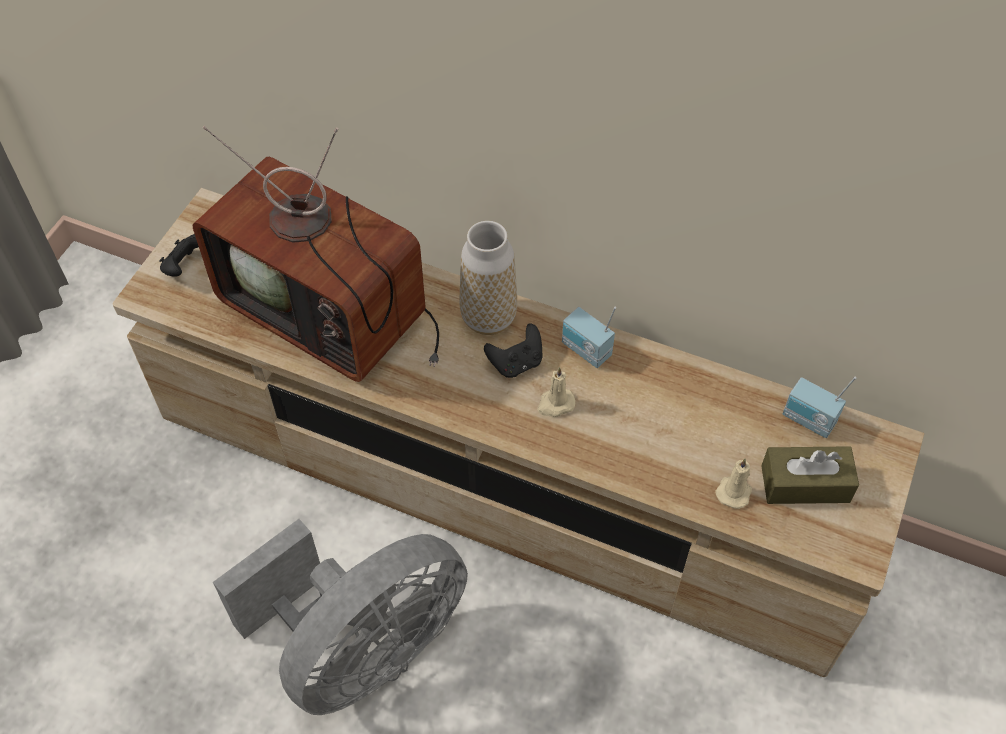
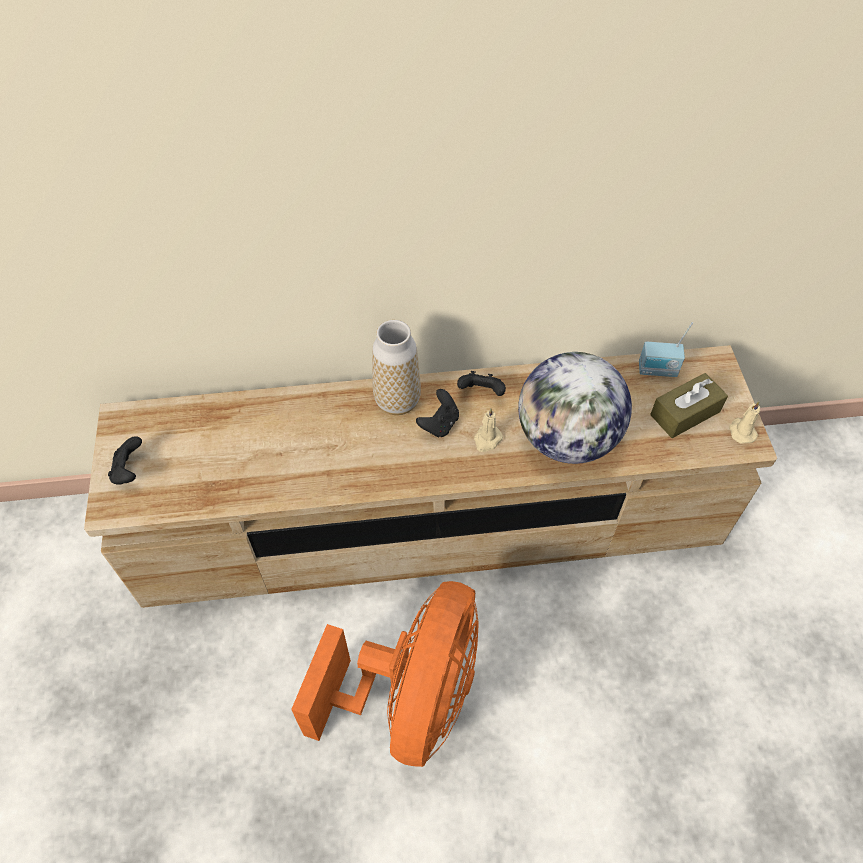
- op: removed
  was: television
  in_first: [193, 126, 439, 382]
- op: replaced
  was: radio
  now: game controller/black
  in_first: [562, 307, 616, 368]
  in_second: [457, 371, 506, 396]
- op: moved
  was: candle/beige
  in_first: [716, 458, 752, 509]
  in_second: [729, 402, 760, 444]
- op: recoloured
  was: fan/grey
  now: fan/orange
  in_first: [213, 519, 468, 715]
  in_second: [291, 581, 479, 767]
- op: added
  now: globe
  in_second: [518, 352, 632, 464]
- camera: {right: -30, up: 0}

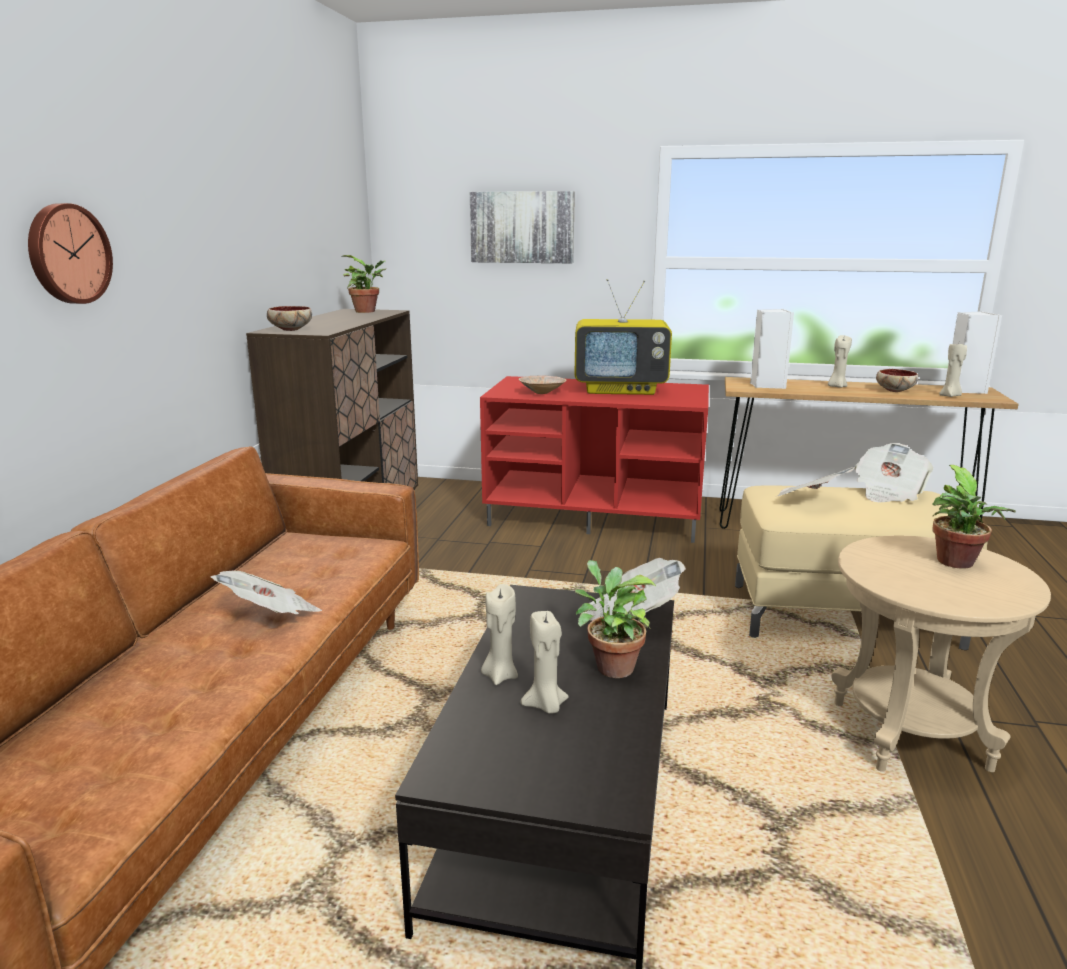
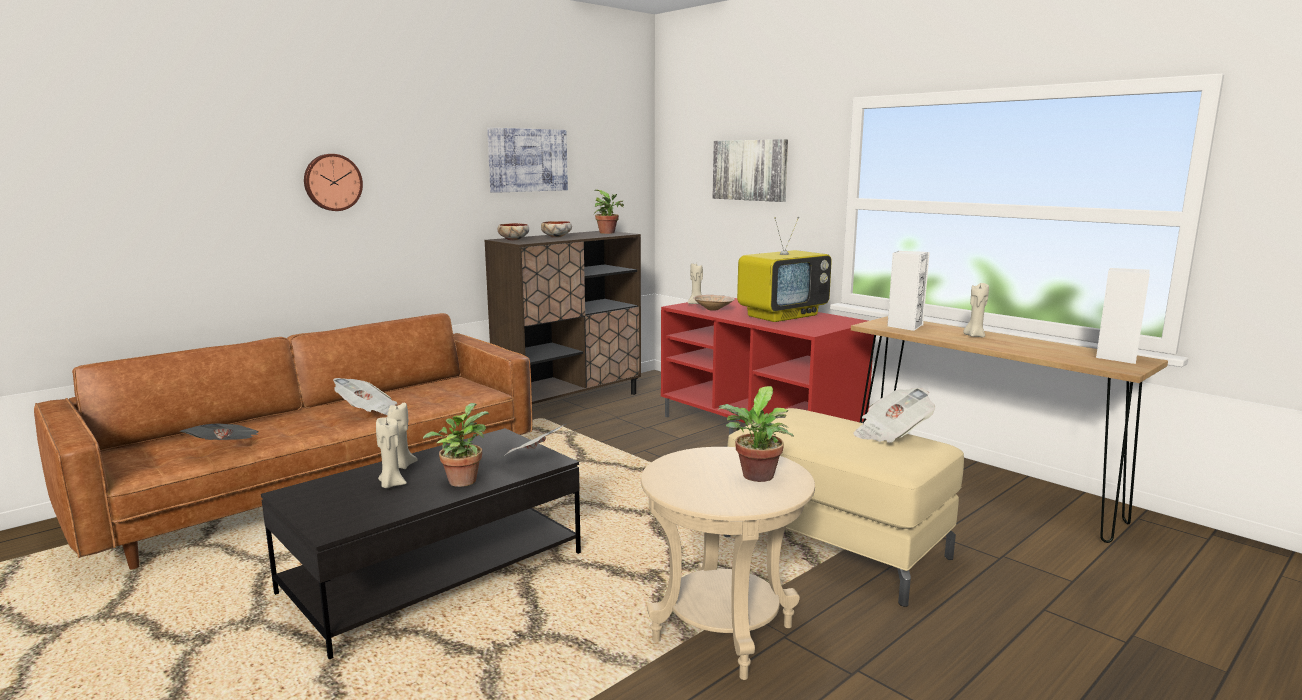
- op: turned
  was: television
  in_first: [575, 279, 672, 395]
  in_second: [737, 217, 832, 322]
  clockwise: -75
- op: moved
  was: candle/beige
  in_first: [939, 344, 967, 397]
  in_second: [688, 264, 703, 304]
- op: moved
  was: bowl
  in_first: [876, 369, 918, 392]
  in_second: [541, 221, 572, 238]
- op: moved
  was: newspaper
  in_first: [777, 467, 855, 496]
  in_second: [179, 424, 259, 440]
- op: added
  now: picture
  in_second: [487, 128, 568, 193]
- camera: {right: 35, up: -5}

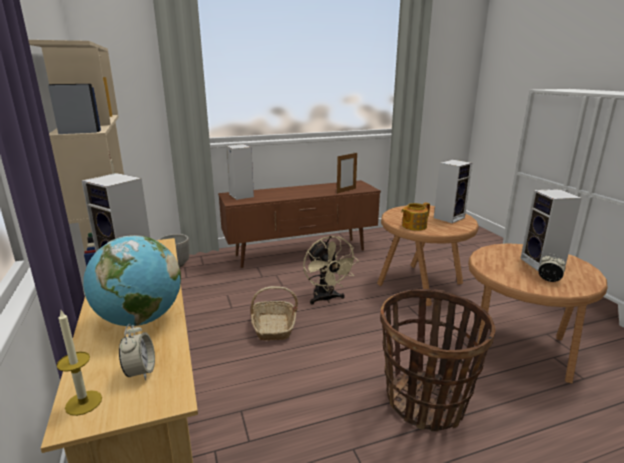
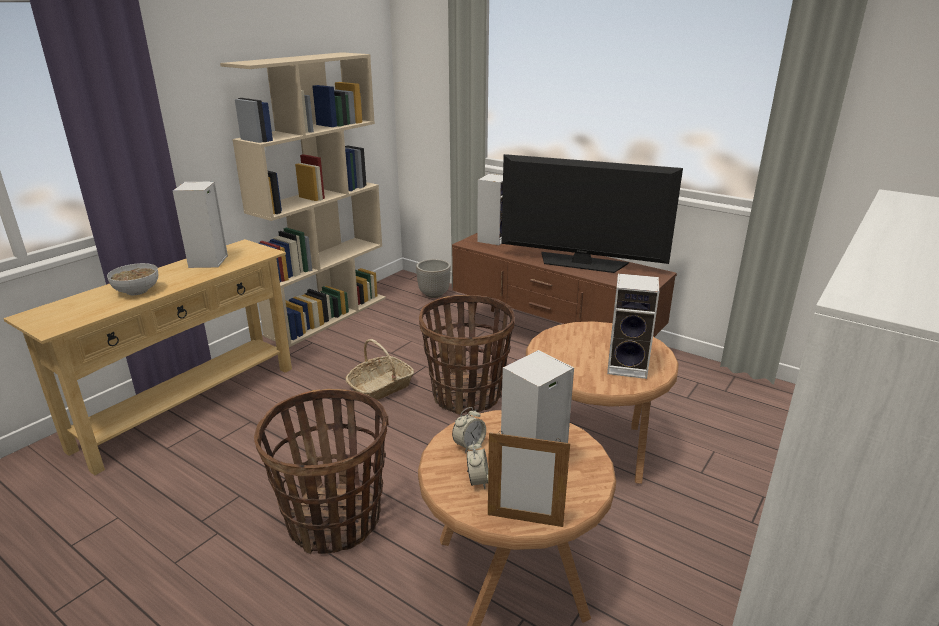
- op: moved
  was: picture frame
  in_first: [337, 153, 357, 194]
  in_second: [488, 431, 570, 527]
- op: removed
  was: teapot
  in_first: [401, 203, 430, 231]
- op: replaced
  was: globe
  now: bowl
  in_first: [83, 235, 181, 326]
  in_second: [107, 263, 158, 295]
- op: replaced
  was: fan/beige
  now: basket
  in_first: [303, 236, 358, 305]
  in_second: [419, 295, 515, 415]
- op: removed
  was: candle
  in_first: [57, 311, 102, 416]
- op: moved
  was: alarm clock
  in_first: [119, 324, 155, 380]
  in_second: [452, 407, 486, 453]
- op: added
  now: television
  in_second: [501, 154, 683, 273]
- camera: {right: 55, up: 5}

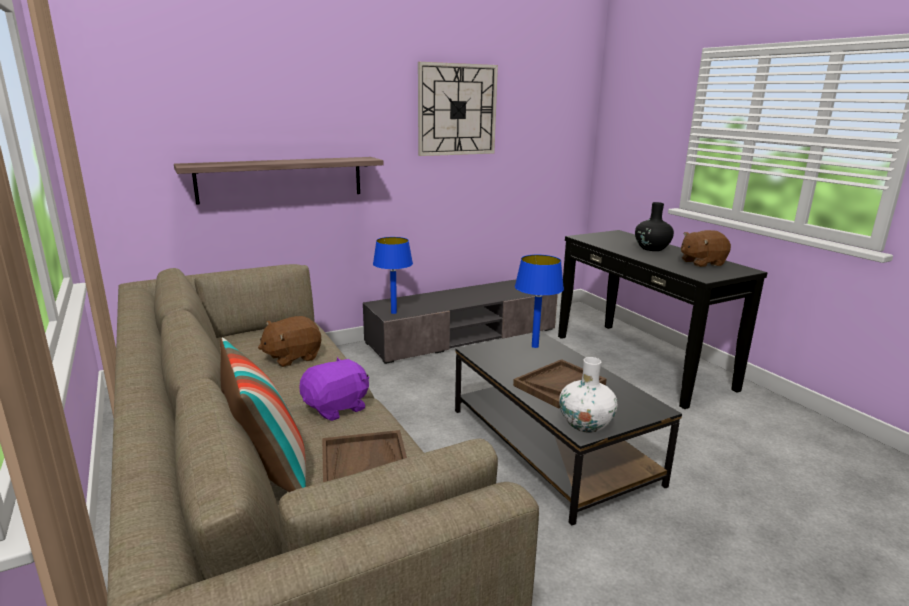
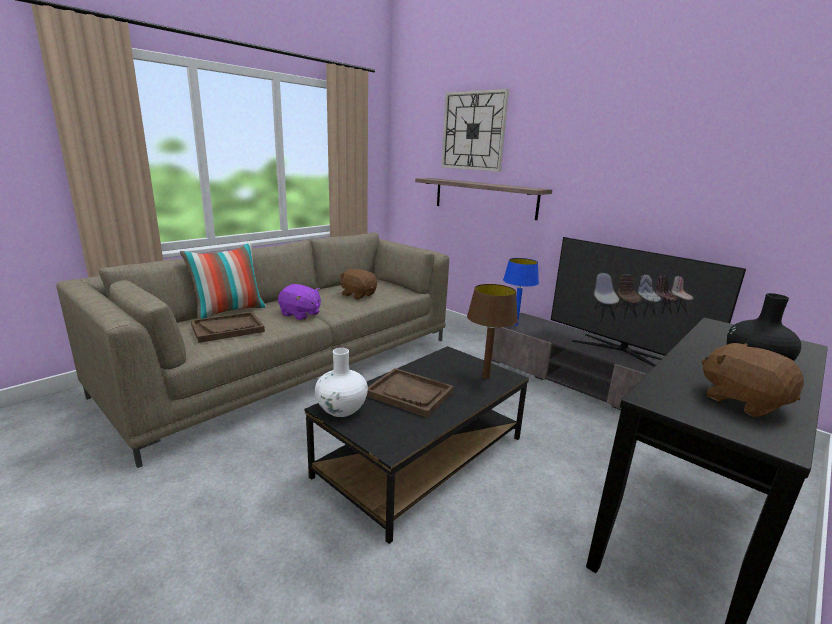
- op: moved
  was: wall clock
  in_first: [418, 62, 498, 156]
  in_second: [441, 89, 509, 172]
- op: recoloured
  was: table lamp/blue
  now: table lamp/brown
  in_first: [515, 255, 564, 348]
  in_second: [467, 284, 518, 379]
- op: added
  now: television
  in_second: [551, 237, 746, 367]
- camera: {right: 70, up: 0}

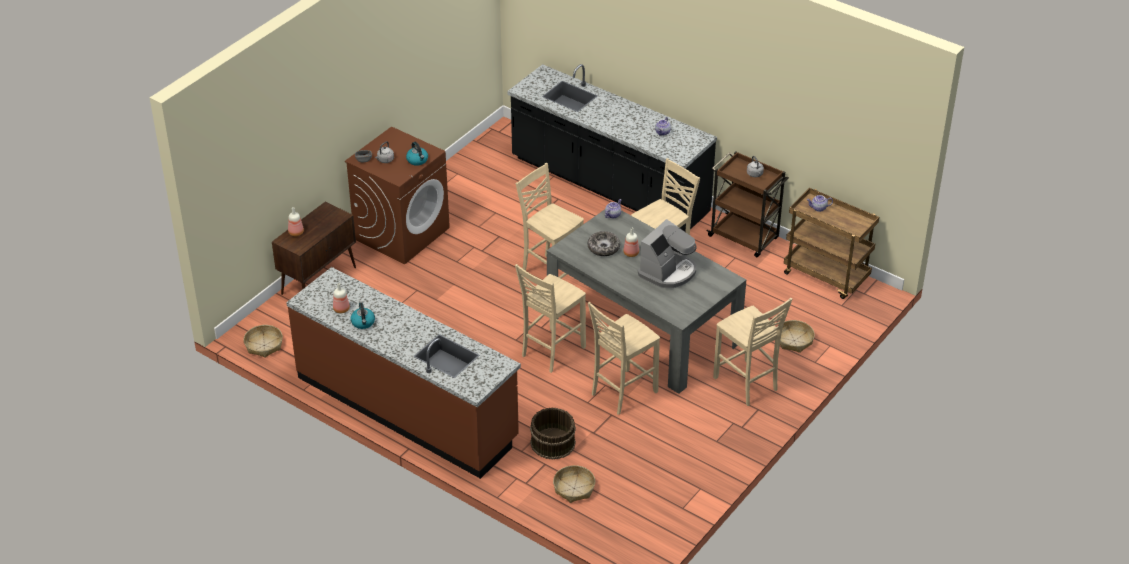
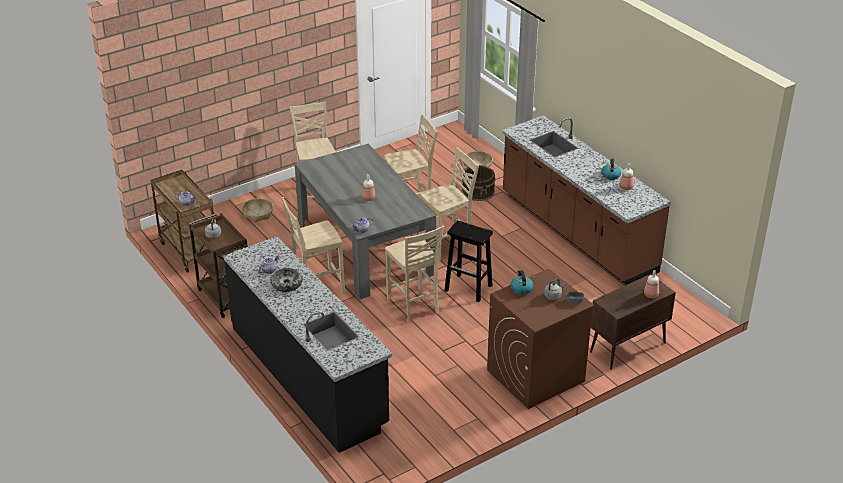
- op: removed
  was: coffee machine
  in_first: [638, 219, 697, 288]
- op: moved
  was: bowl
  in_first: [587, 231, 620, 256]
  in_second: [271, 268, 303, 292]
- op: removed
  was: basket
  in_first: [243, 325, 283, 358]
- op: added
  now: stool/black
  in_second: [445, 220, 493, 302]
- camera: {right: -160, up: -5}

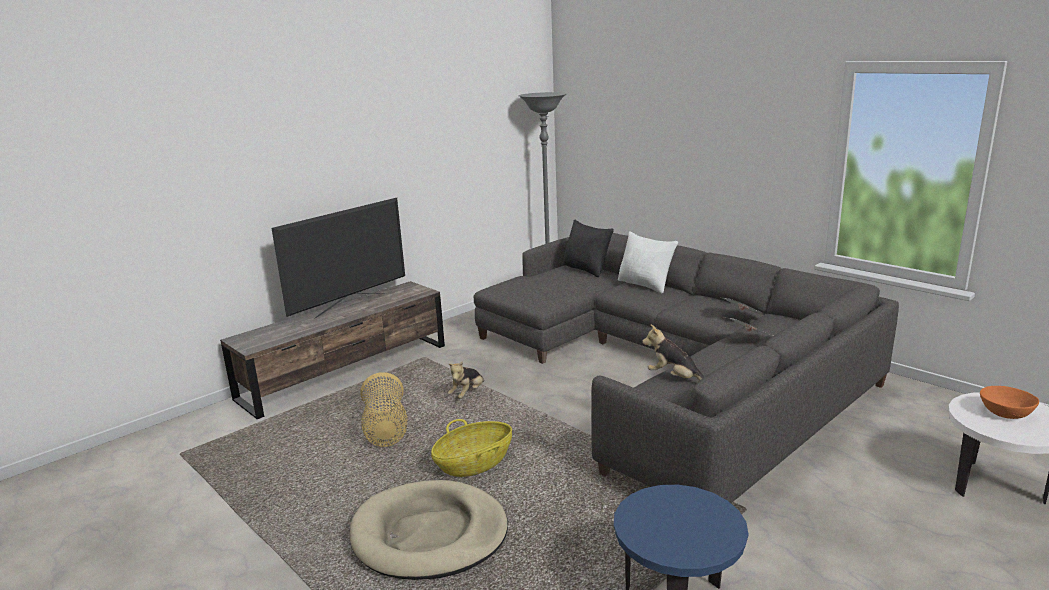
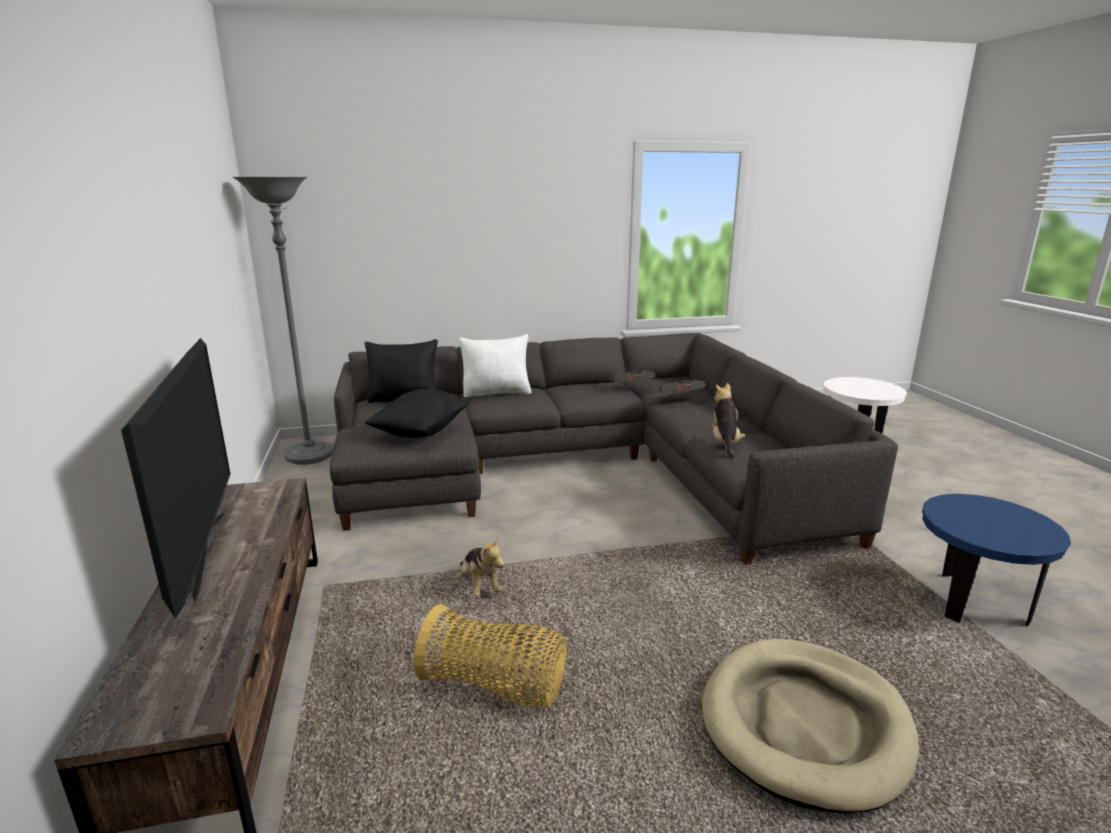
- op: turned
  was: plush toy
  in_first: [642, 324, 704, 381]
  in_second: [713, 383, 746, 459]
  clockwise: 120
- op: removed
  was: bowl/orange
  in_first: [980, 386, 1039, 419]
- op: removed
  was: basket
  in_first: [431, 419, 512, 477]
- op: added
  now: pillow/black
  in_second: [364, 389, 469, 438]
- camera: {right: -60, up: 0}

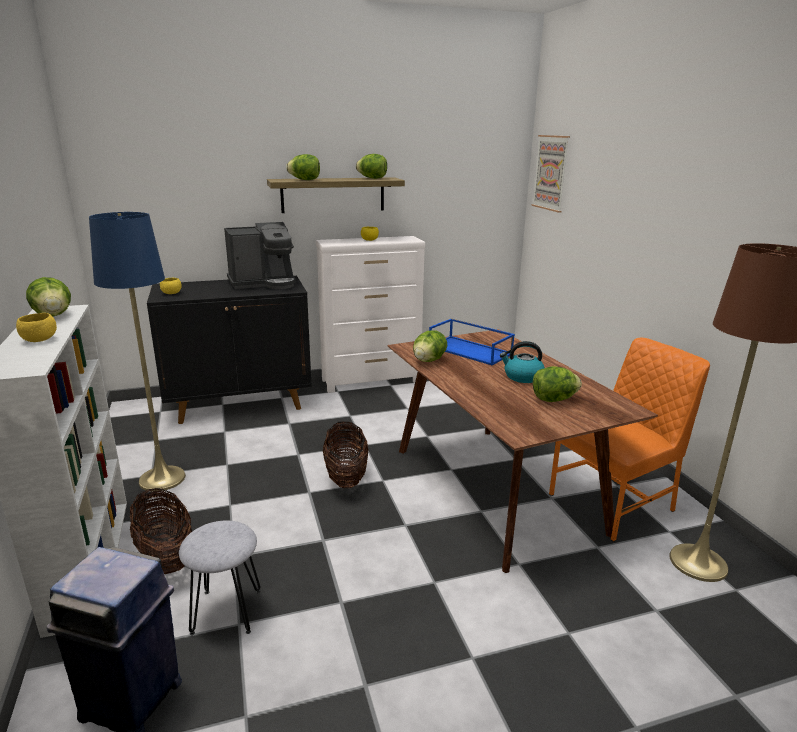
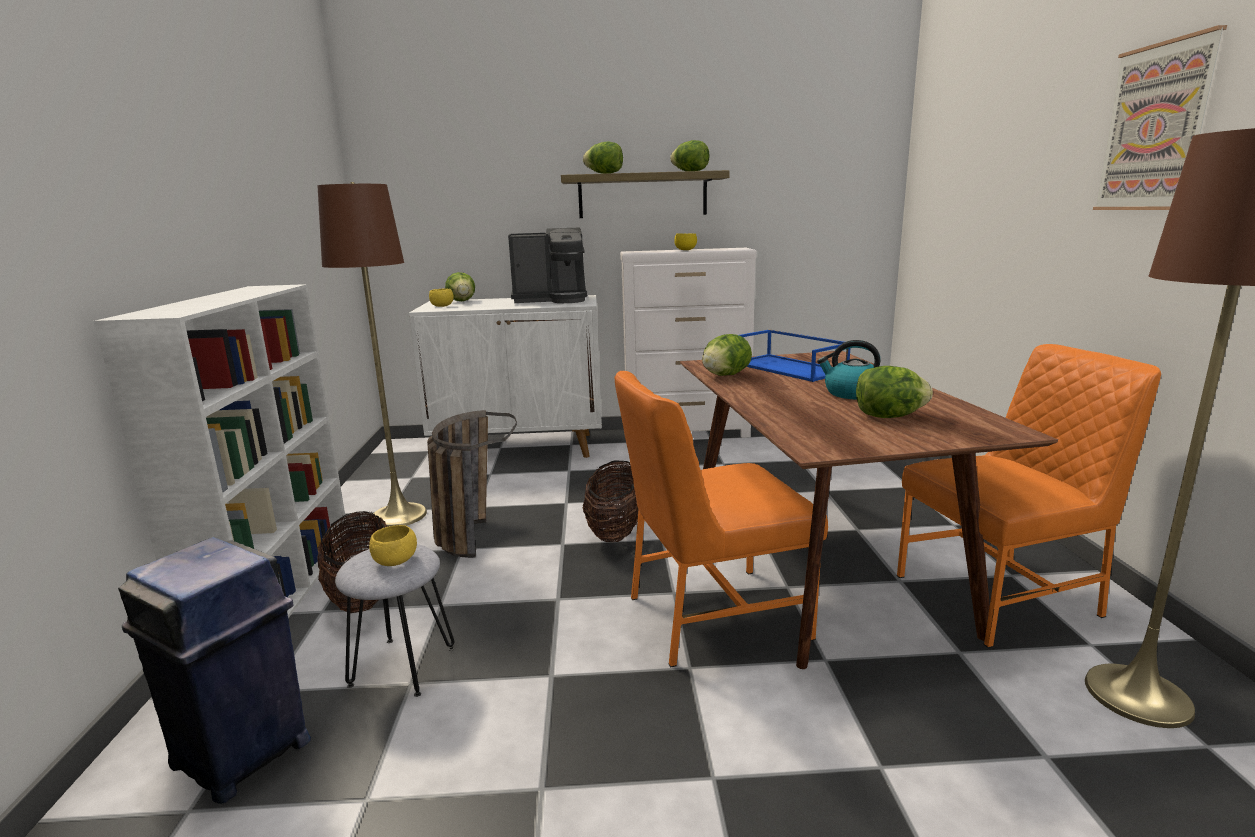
- op: moved
  was: picture
  in_first: [532, 135, 570, 212]
  in_second: [1093, 25, 1227, 210]
- op: recoloured
  was: floor lamp/blue
  now: floor lamp/brown
  in_first: [89, 212, 186, 492]
  in_second: [318, 182, 427, 527]
- op: recoloured
  was: cabinet/black
  now: cabinet/white
  in_first: [147, 276, 312, 424]
  in_second: [409, 295, 602, 458]
- op: moved
  was: lettuce
  in_first: [26, 277, 71, 316]
  in_second: [445, 272, 475, 301]
- op: moved
  was: bowl/yellow
  in_first: [16, 313, 57, 342]
  in_second: [369, 525, 417, 566]
- op: added
  now: chair/orange
  in_second: [615, 371, 828, 667]
- op: added
  now: basket
  in_second: [427, 410, 517, 558]
- camera: {right: 15, up: -5}

